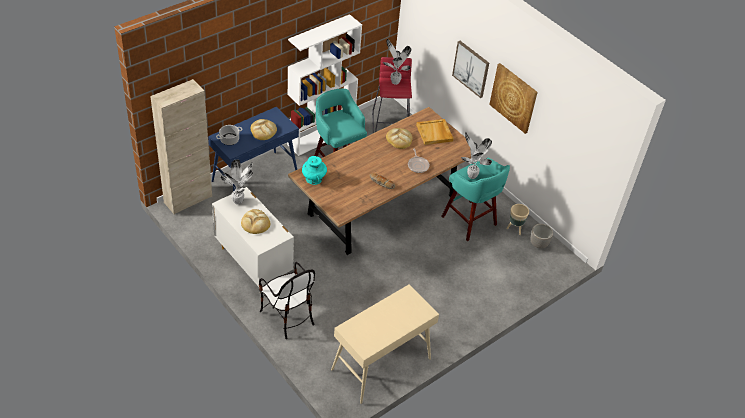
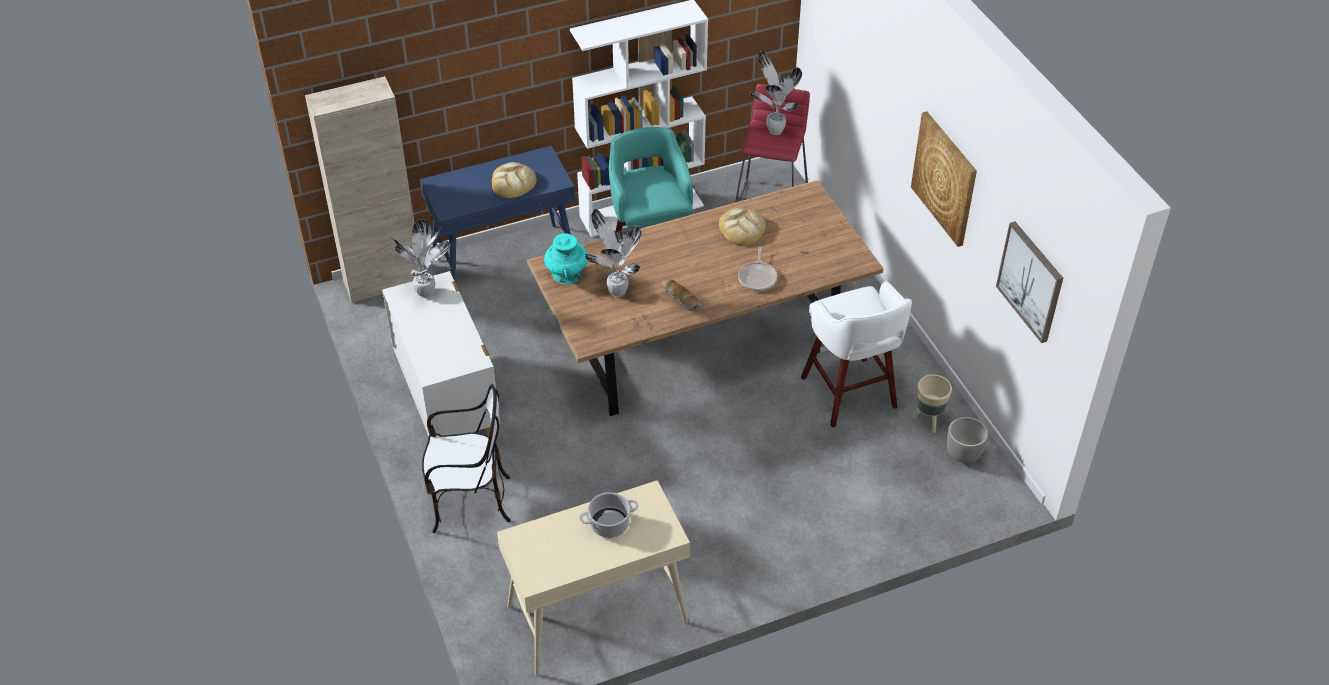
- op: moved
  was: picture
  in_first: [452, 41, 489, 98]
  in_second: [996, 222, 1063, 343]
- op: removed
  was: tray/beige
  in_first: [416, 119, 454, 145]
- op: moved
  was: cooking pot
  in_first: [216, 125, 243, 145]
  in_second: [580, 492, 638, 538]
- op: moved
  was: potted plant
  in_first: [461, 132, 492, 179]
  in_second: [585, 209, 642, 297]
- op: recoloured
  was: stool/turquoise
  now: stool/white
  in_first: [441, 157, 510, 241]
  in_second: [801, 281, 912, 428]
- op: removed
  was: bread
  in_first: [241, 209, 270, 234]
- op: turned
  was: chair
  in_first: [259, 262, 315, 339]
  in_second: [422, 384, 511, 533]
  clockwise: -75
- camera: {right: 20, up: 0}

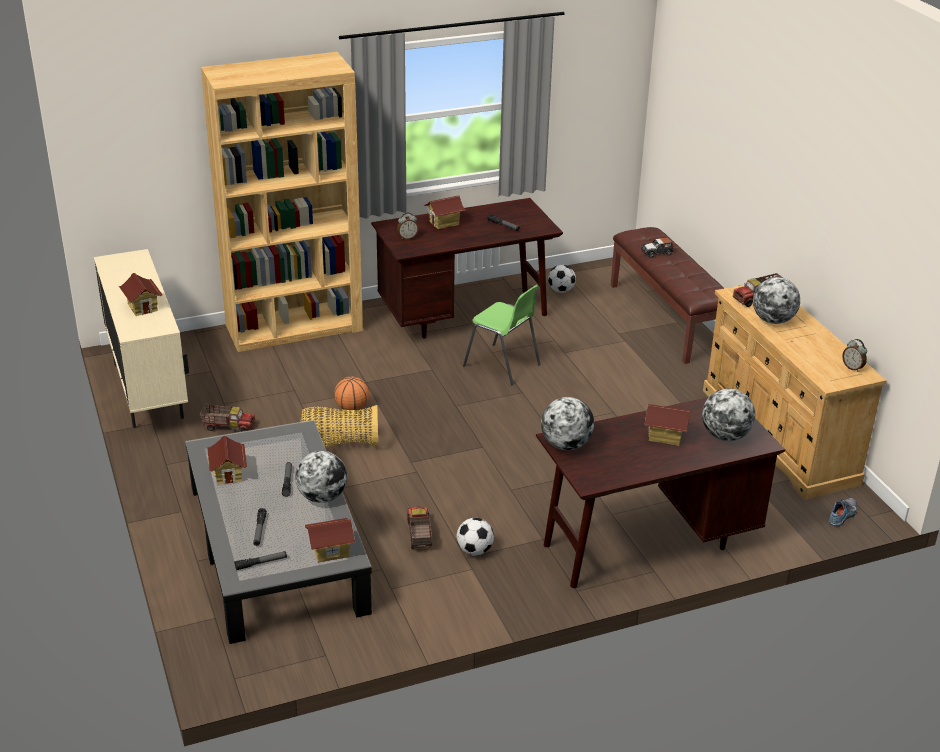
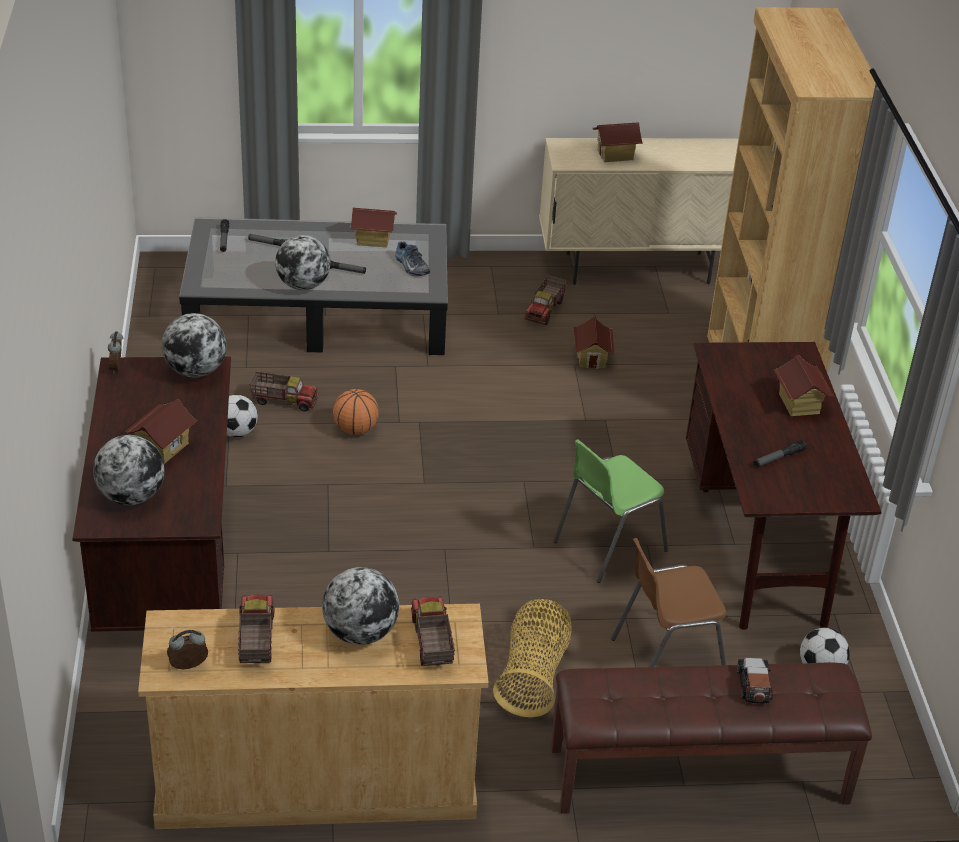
- op: moved
  was: alarm clock
  in_first: [397, 212, 419, 240]
  in_second: [108, 332, 123, 374]
- op: moved
  was: basketball
  in_first: [334, 377, 369, 412]
  in_second: [333, 389, 379, 435]
- op: moved
  was: basket
  in_first: [300, 405, 378, 447]
  in_second: [493, 599, 572, 718]
- op: moved
  was: shoe
  in_first: [829, 498, 858, 527]
  in_second: [395, 241, 430, 276]
- op: moved
  was: toy house
  in_first: [305, 518, 355, 562]
  in_second: [574, 317, 615, 369]
- op: added
  now: chair/brown
  in_second: [611, 538, 726, 667]
- op: added
  now: toy truck
  in_second: [238, 594, 275, 663]
- camera: {right: 105, up: 5}

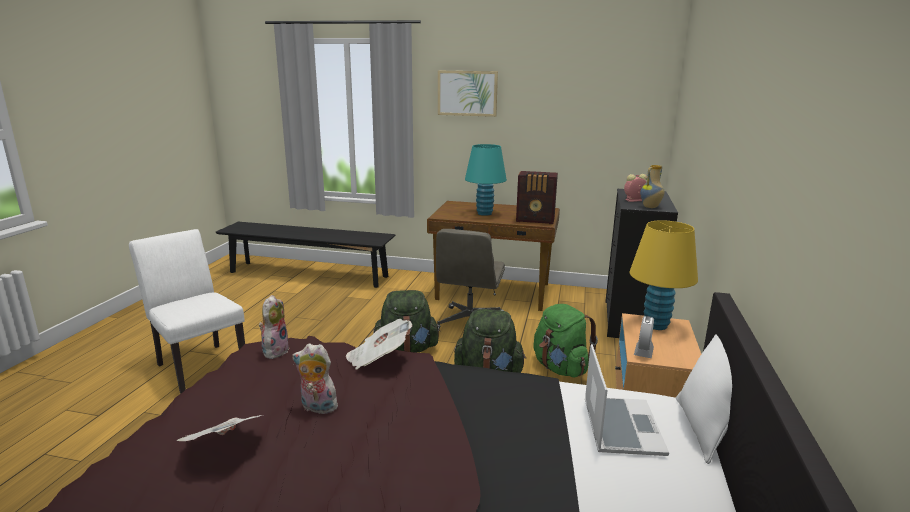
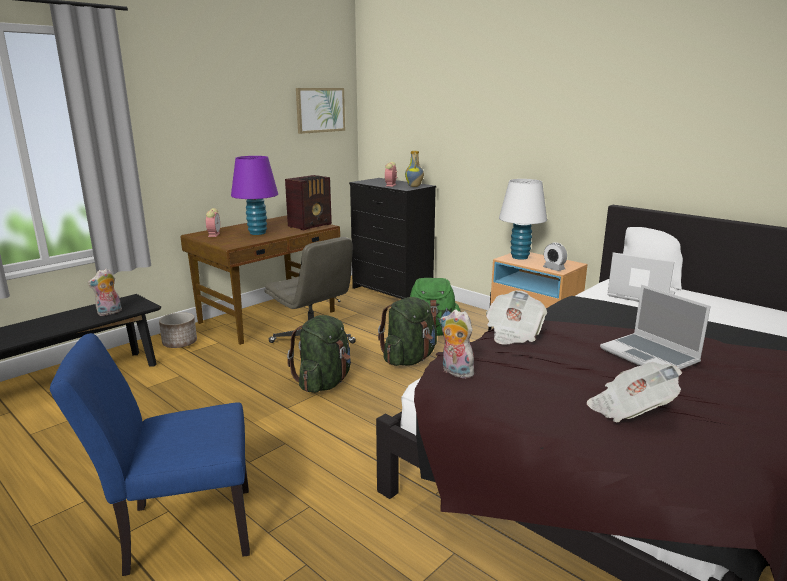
- op: moved
  was: picture
  in_first: [438, 71, 498, 117]
  in_second: [296, 88, 345, 134]
- op: recoloured
  was: table lamp/turquoise
  now: table lamp/purple
  in_first: [465, 144, 507, 216]
  in_second: [231, 156, 278, 235]
- op: recoloured
  was: table lamp/yellow
  now: table lamp/white
  in_first: [630, 220, 698, 330]
  in_second: [499, 179, 547, 260]
- op: recoloured
  was: chair/white
  now: chair/blue
  in_first: [129, 229, 245, 394]
  in_second: [50, 333, 250, 576]
- op: moved
  was: plush toy
  in_first: [292, 343, 338, 414]
  in_second: [87, 268, 122, 316]
- op: added
  now: alarm clock
  in_second: [205, 208, 220, 237]
- op: added
  now: laptop
  in_second: [600, 285, 711, 370]
- op: added
  now: planter
  in_second: [159, 312, 197, 348]
- camera: {right: -60, up: 0}

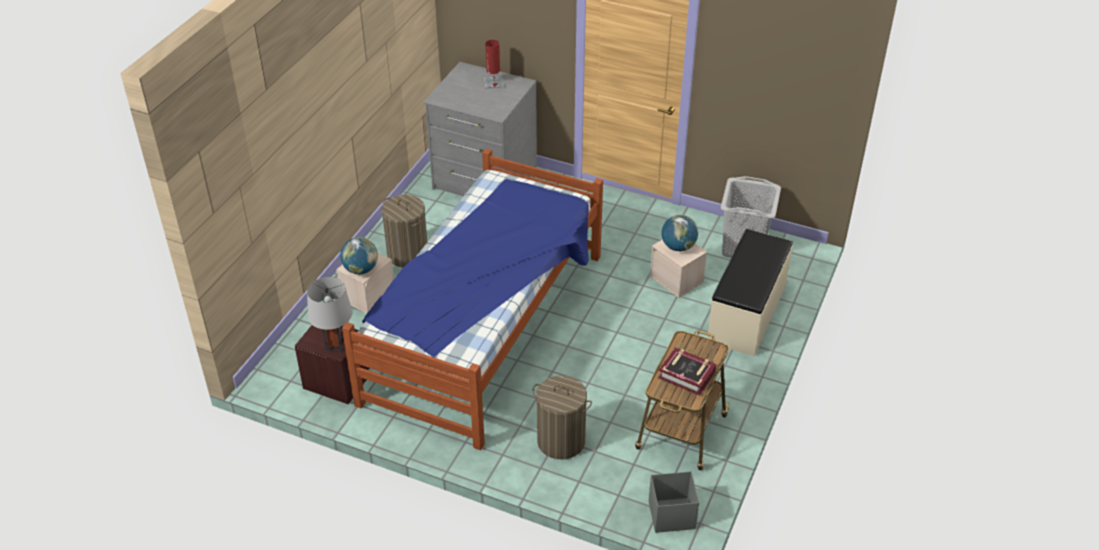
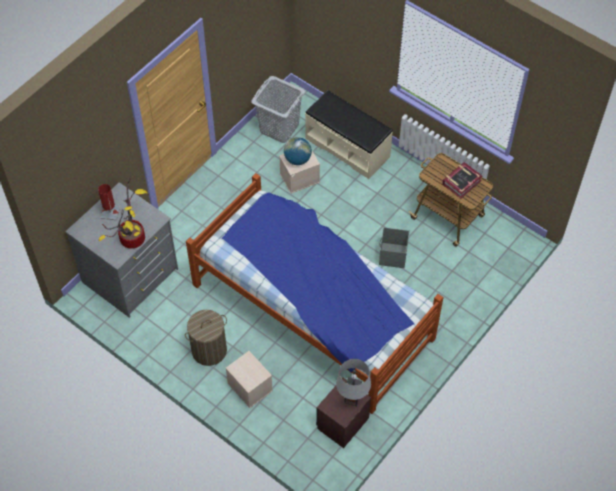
- op: removed
  was: globe
  in_first: [340, 237, 378, 274]
- op: removed
  was: laundry basket
  in_first: [533, 376, 592, 459]
- op: moved
  was: storage box/grey
  in_first: [649, 471, 699, 533]
  in_second: [379, 227, 409, 268]
- op: added
  now: potted plant
  in_second: [99, 178, 148, 249]
- camera: {right: -75, up: 15}

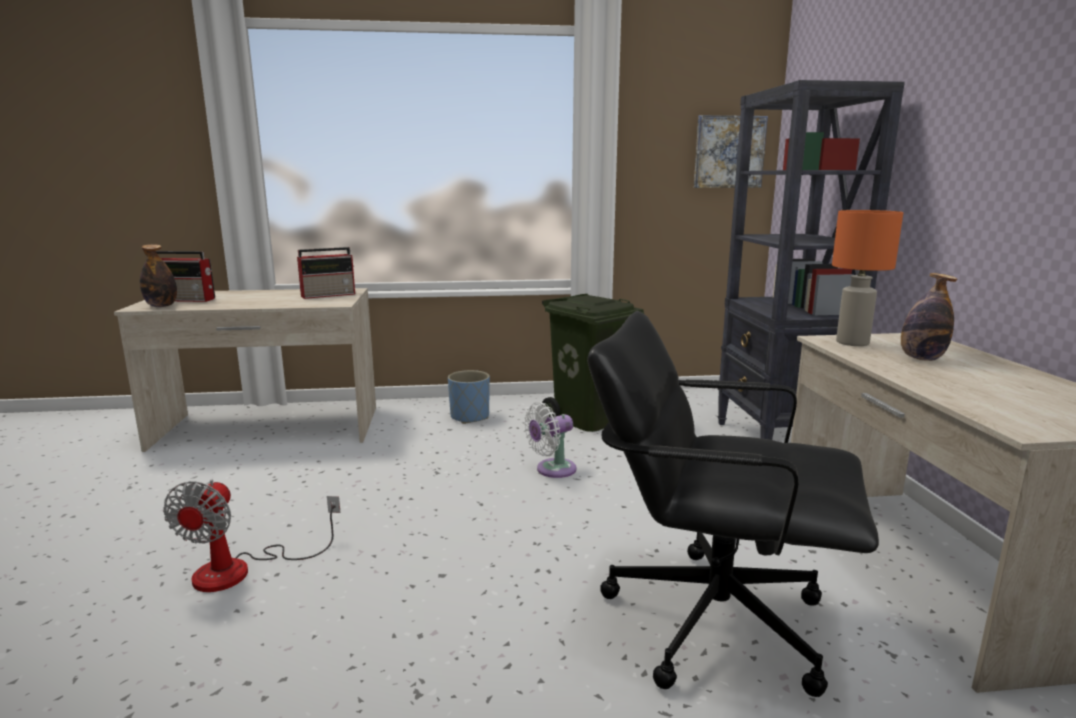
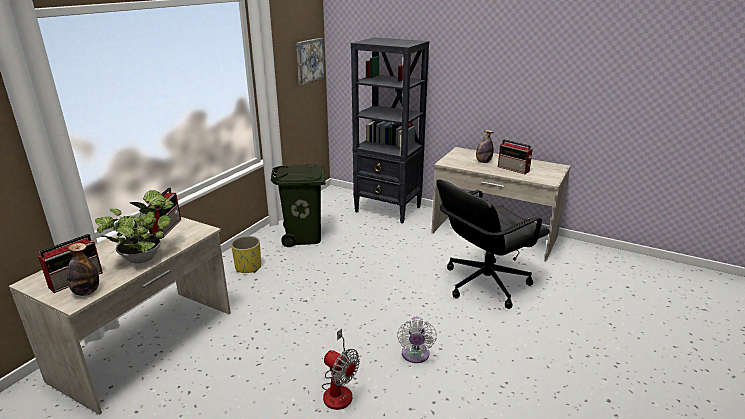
- op: removed
  was: table lamp/orange
  in_first: [832, 210, 903, 346]
- op: recoloured
  was: planter/blue
  now: planter/yellow
  in_first: [448, 370, 490, 424]
  in_second: [231, 236, 261, 273]
- op: moved
  was: fan/white
  in_first: [524, 402, 576, 478]
  in_second: [397, 317, 437, 363]
- op: added
  now: radio
  in_second: [498, 139, 533, 174]
- op: added
  now: potted plant
  in_second: [95, 190, 174, 263]
- camera: {right: -55, up: 10}

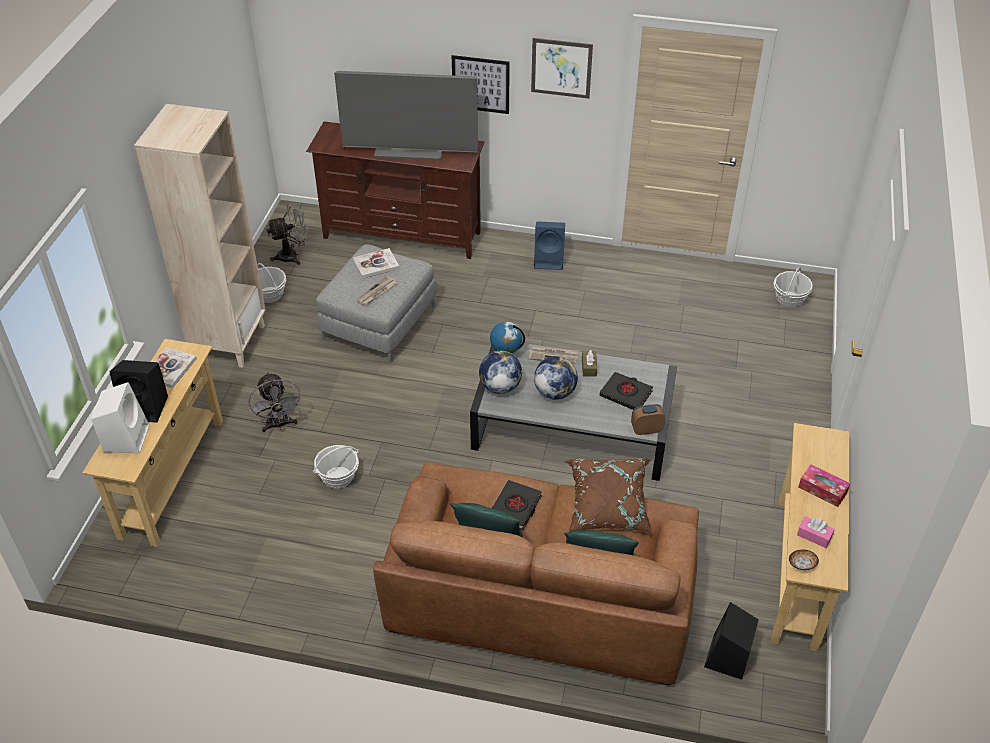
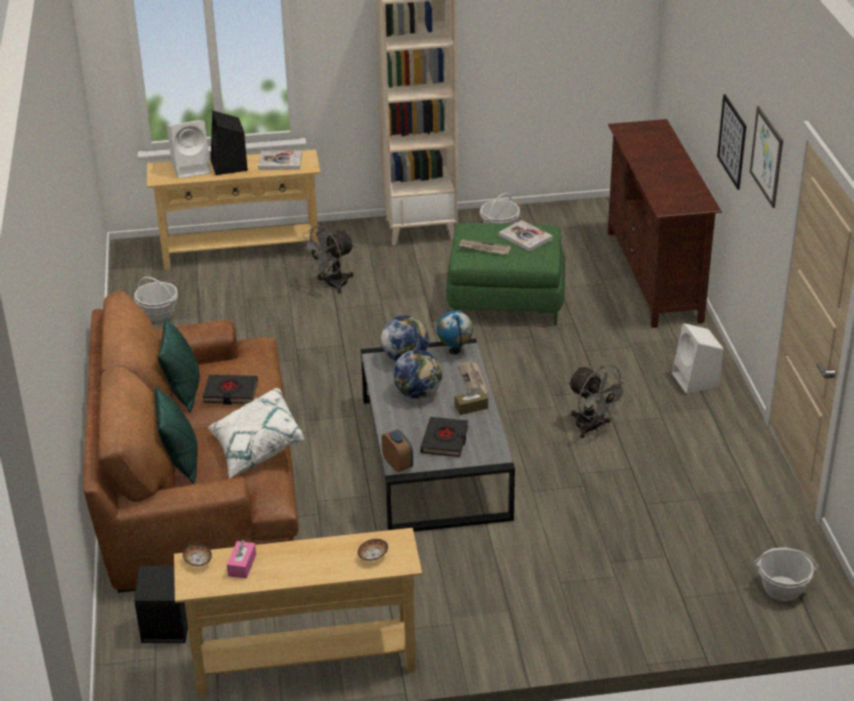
- op: removed
  was: television
  in_first: [334, 71, 478, 160]
- op: moved
  was: fan/grey
  in_first: [266, 203, 309, 265]
  in_second: [568, 364, 629, 438]
- op: recoloured
  was: speaker/blue
  now: speaker/white
  in_first: [534, 221, 565, 270]
  in_second: [672, 323, 723, 394]
- op: recoloured
  was: ottoman/grey
  now: ottoman/green
  in_first: [316, 244, 437, 363]
  in_second: [446, 223, 565, 325]
- op: moved
  was: basket
  in_first: [313, 445, 359, 489]
  in_second: [134, 277, 178, 322]
- op: recoloured
  was: pillow/brown
  now: pillow/white
  in_first: [564, 458, 653, 534]
  in_second: [207, 388, 305, 479]
- op: removed
  was: tissue box
  in_first: [798, 464, 850, 507]
- op: added
  now: bowl
  in_second: [358, 539, 388, 561]
- camera: {right: 70, up: -10}

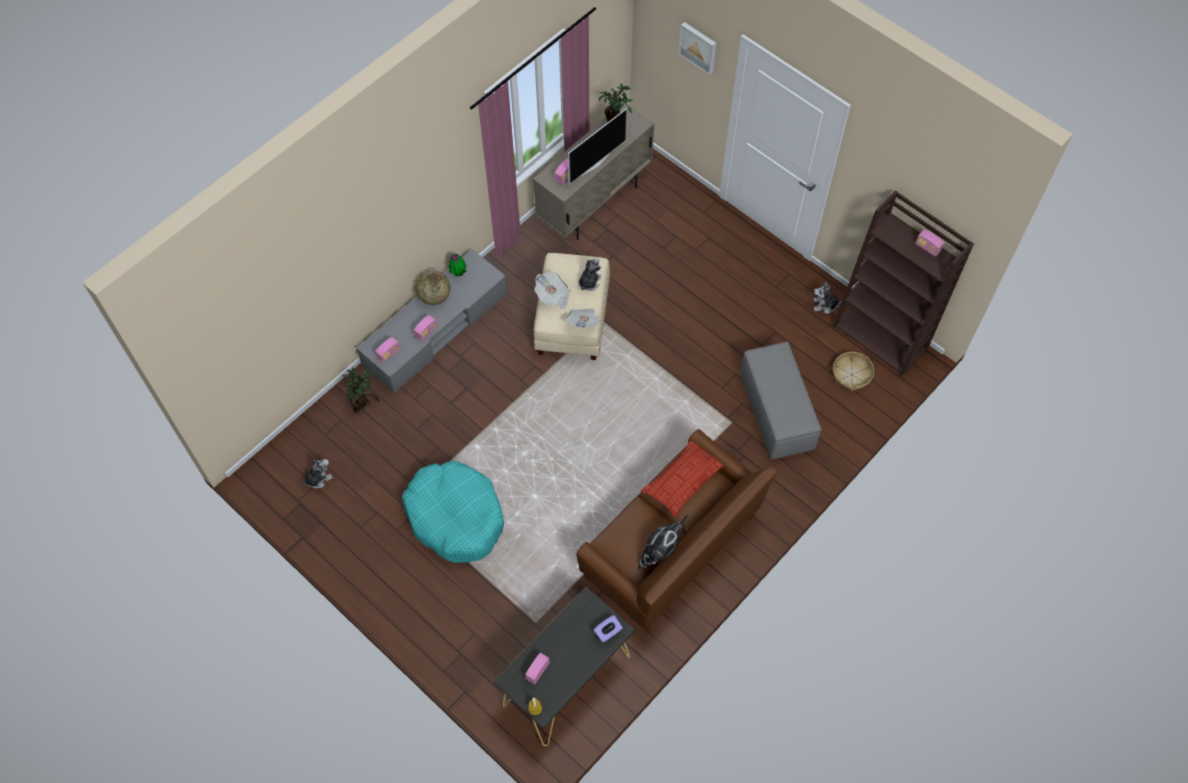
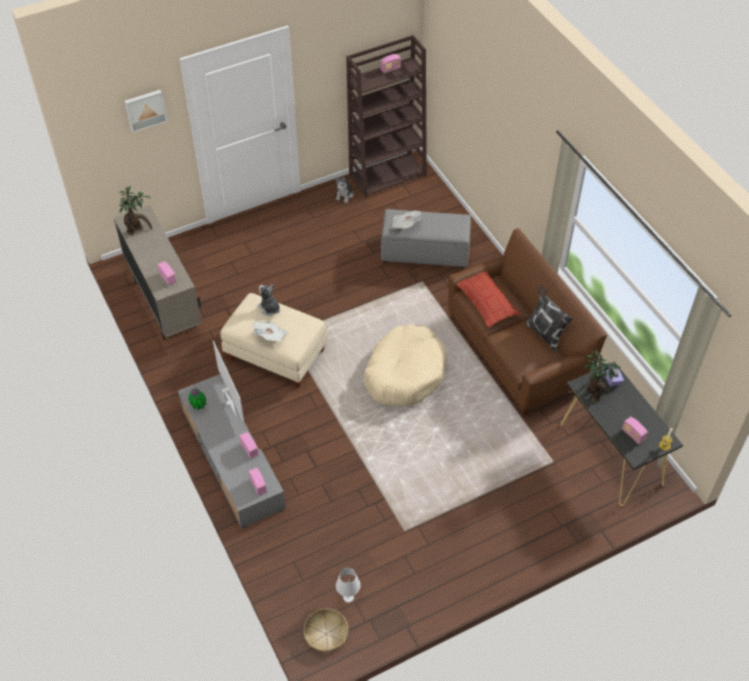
- op: moved
  was: television
  in_first: [568, 108, 627, 185]
  in_second: [213, 340, 245, 427]
- op: removed
  was: globe
  in_first: [416, 270, 450, 305]
- op: moved
  was: newspaper
  in_first: [565, 308, 601, 328]
  in_second: [391, 210, 421, 229]
- op: moved
  was: basket
  in_first: [833, 352, 874, 391]
  in_second: [304, 608, 348, 654]
- op: moved
  was: potted plant
  in_first: [342, 366, 380, 413]
  in_second: [584, 350, 621, 402]
- op: replaced
  was: plush toy
  now: table lamp/white
  in_first: [299, 459, 333, 489]
  in_second: [336, 568, 360, 603]
- op: removed
  was: dog bed/turquoise
  in_first: [402, 461, 504, 563]
- op: added
  now: dog bed/beige
  in_second: [363, 324, 447, 406]
- camera: {right: -70, up: -10}

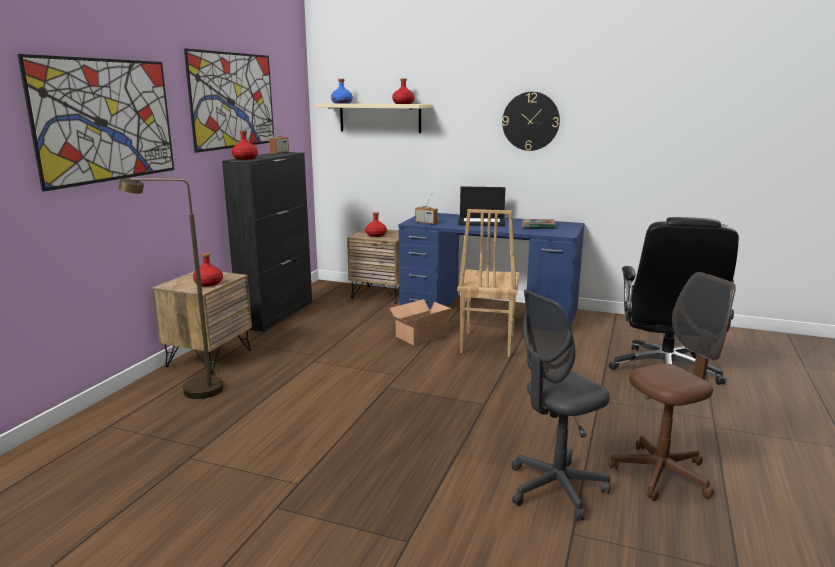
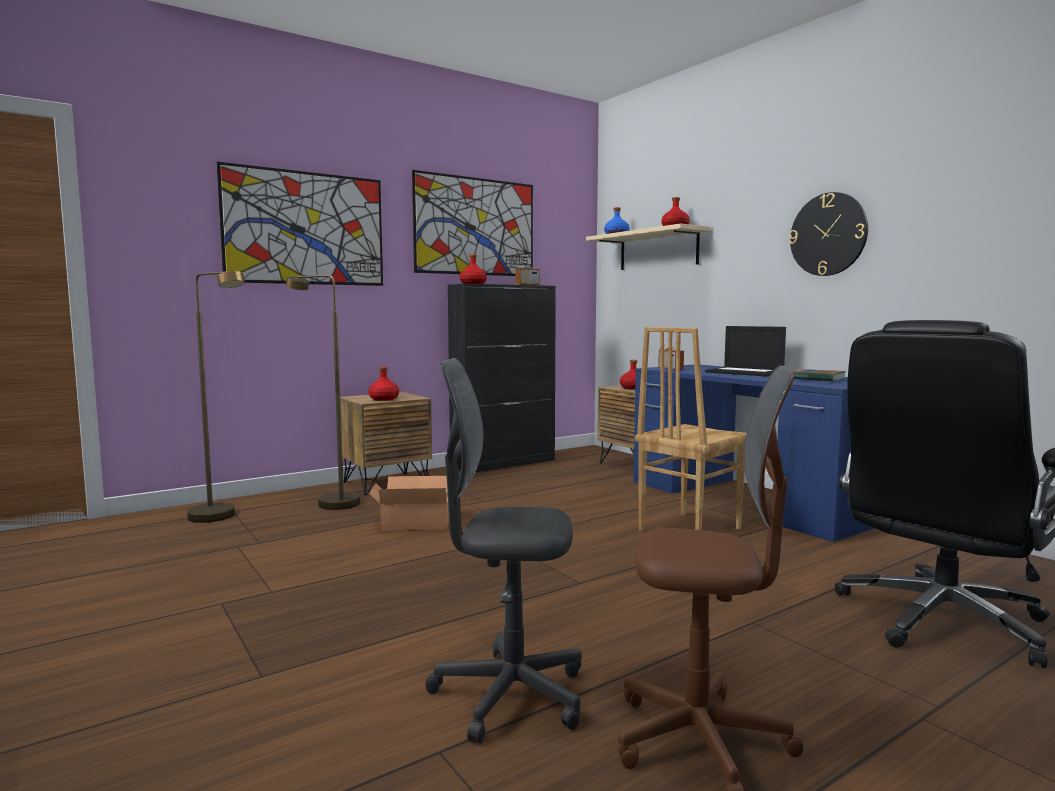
- op: moved
  was: cardboard box
  in_first: [390, 299, 452, 346]
  in_second: [369, 476, 449, 531]
- op: added
  now: floor lamp/brown
  in_second: [187, 271, 245, 523]
- camera: {right: 35, up: -10}

